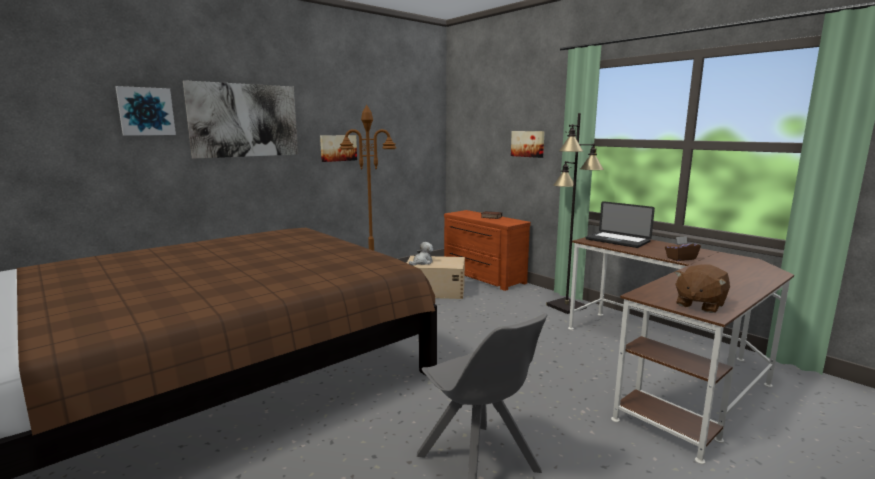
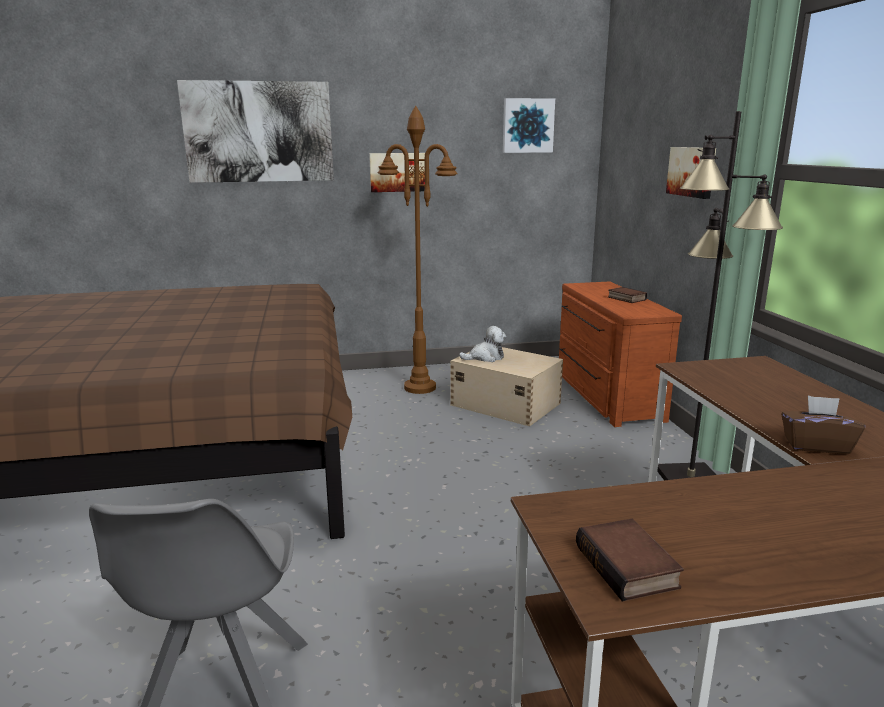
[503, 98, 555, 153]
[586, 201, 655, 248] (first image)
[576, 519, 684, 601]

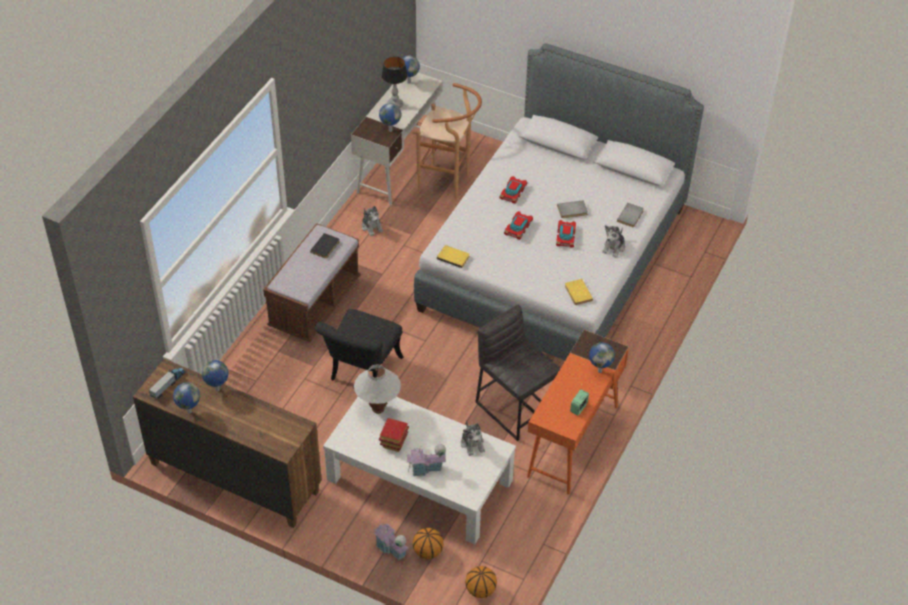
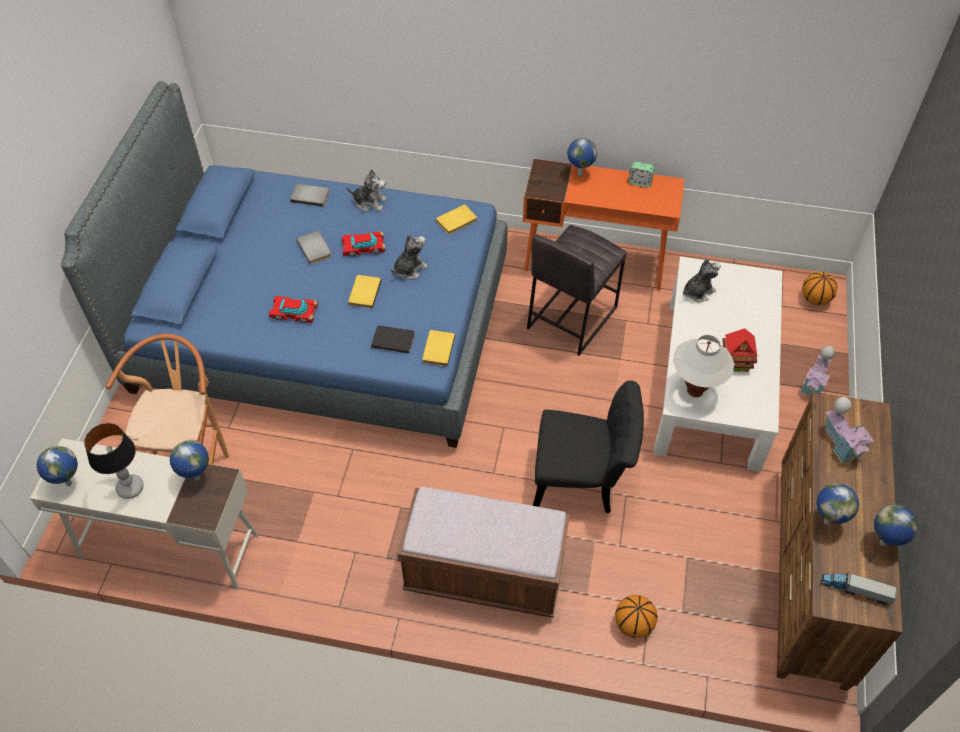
[371, 325, 415, 353]
[391, 234, 428, 280]
[824, 397, 874, 465]
[615, 595, 658, 638]
[61, 81, 508, 448]
[348, 275, 381, 309]

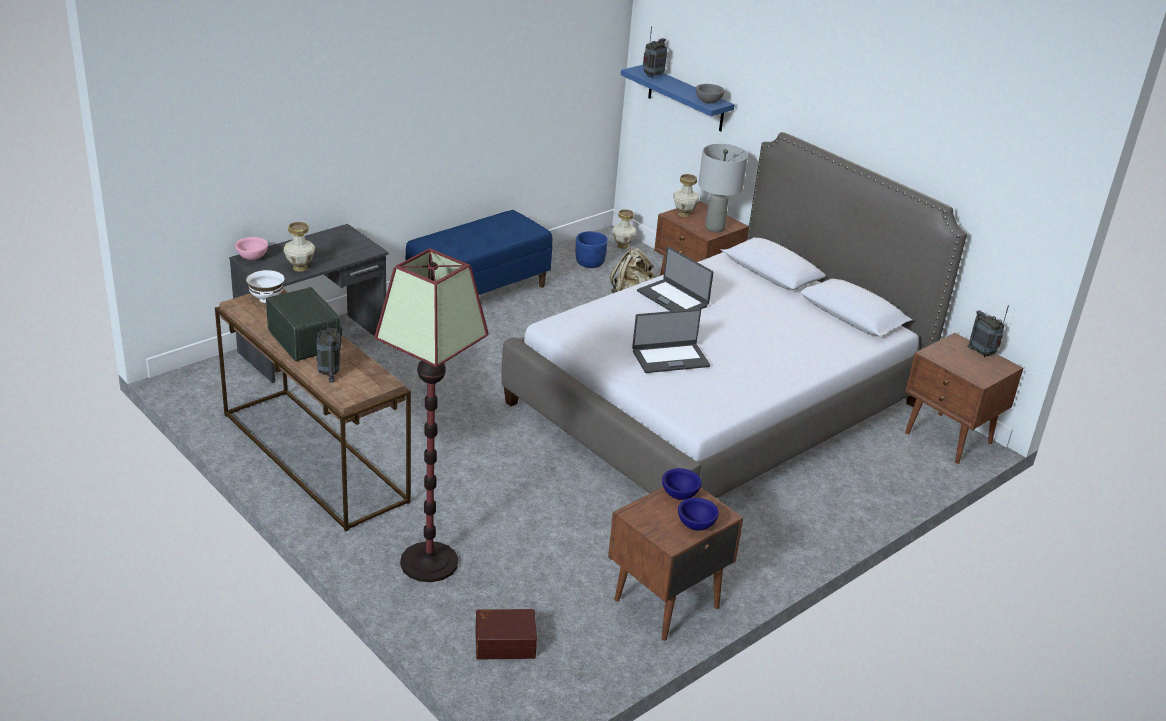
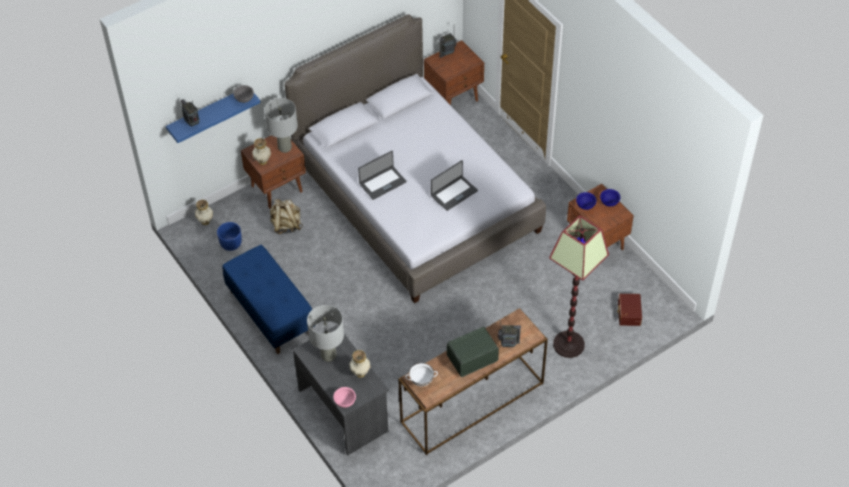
[431, 160, 478, 211]
[307, 305, 344, 362]

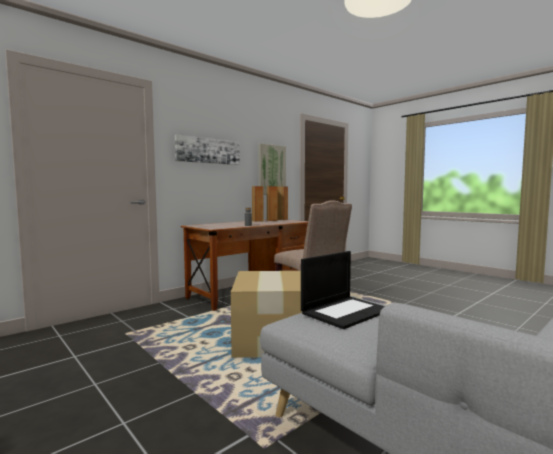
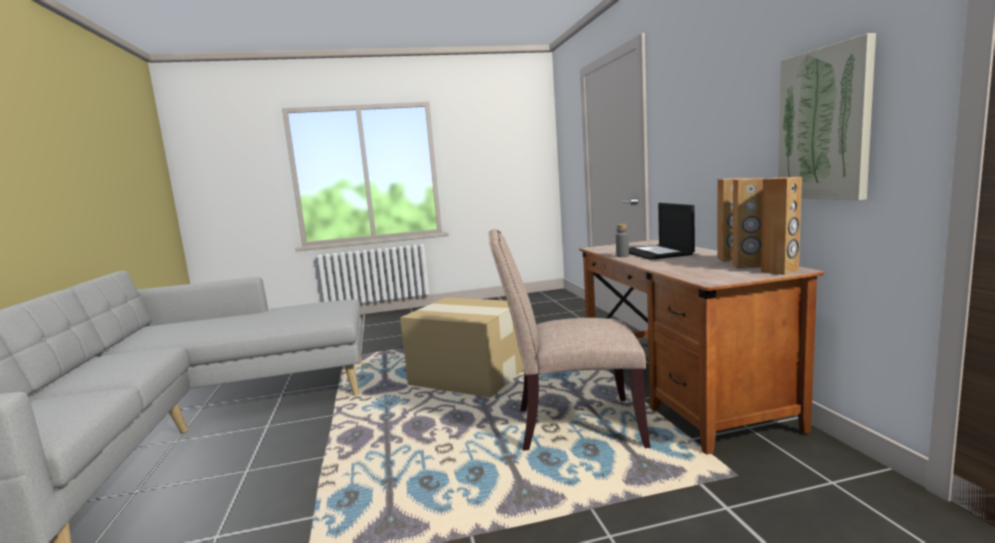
[175, 135, 240, 165] (first image)
[629, 203, 695, 260]

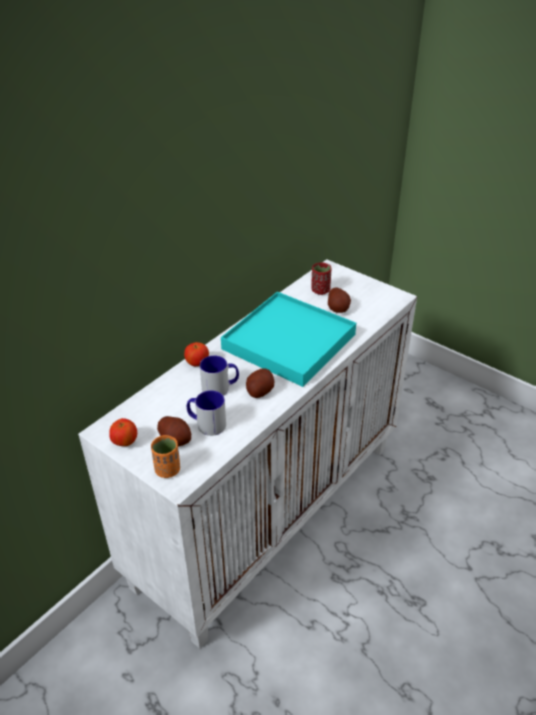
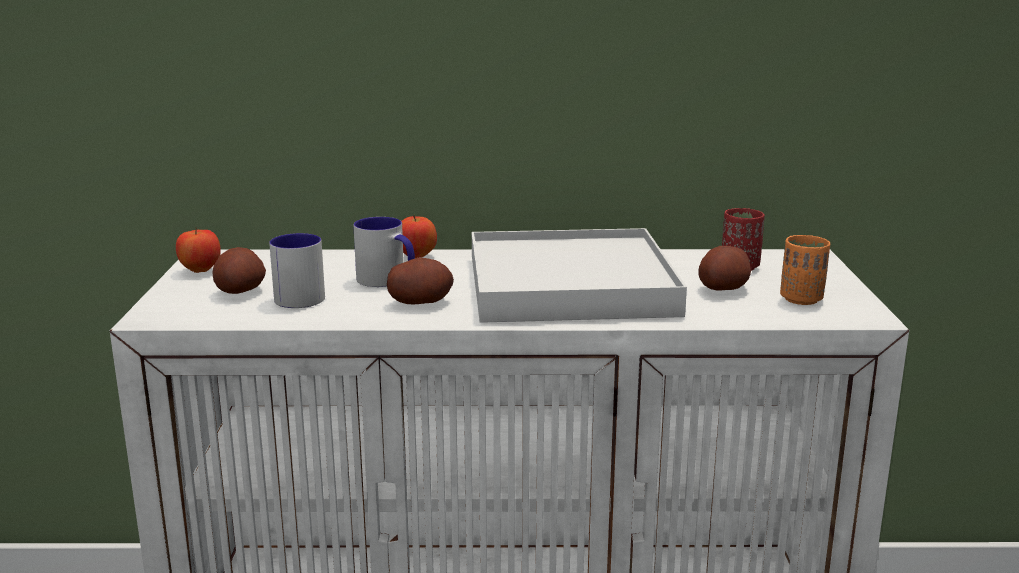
[780, 234, 830, 305]
[472, 228, 687, 323]

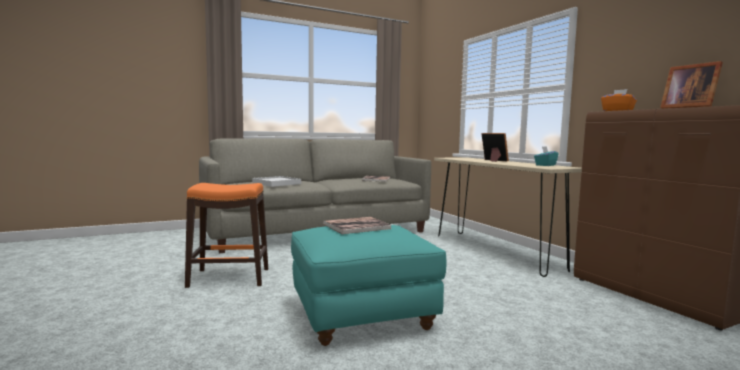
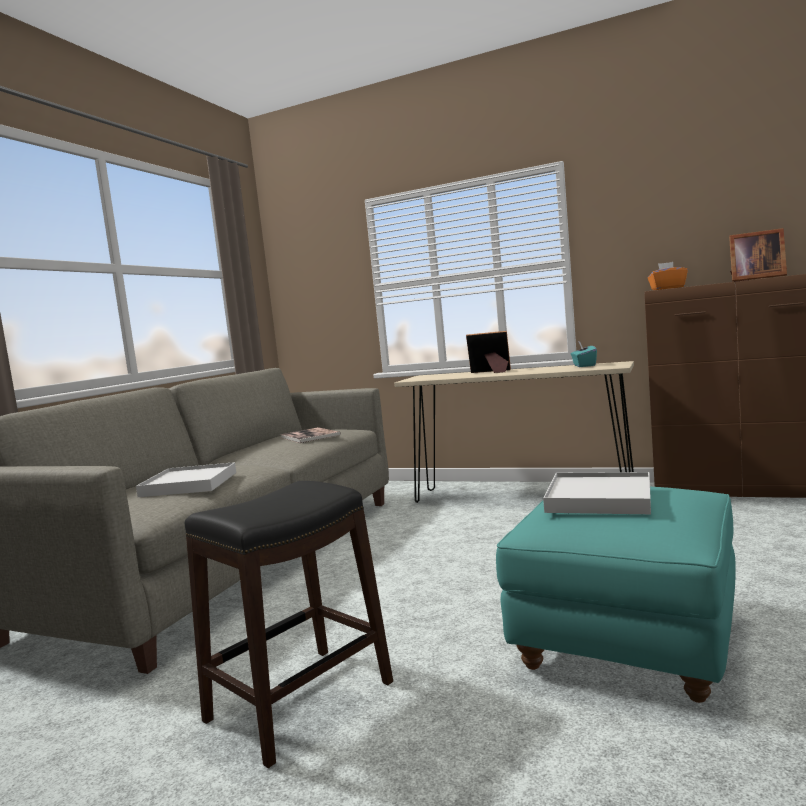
[185, 481, 393, 768]
[543, 472, 651, 514]

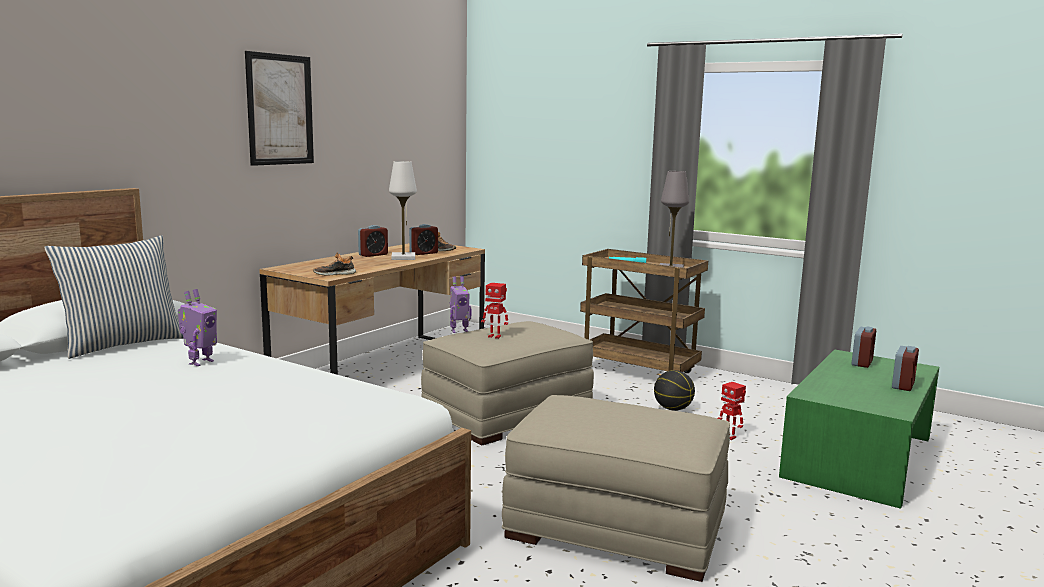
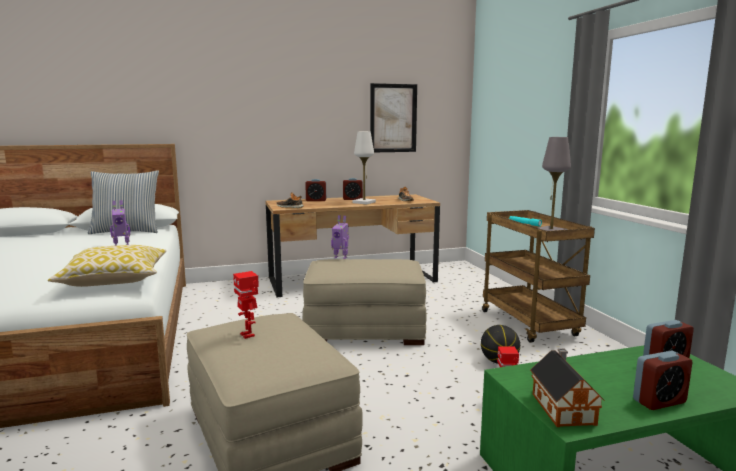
[370, 83, 417, 152]
[305, 179, 326, 201]
[233, 271, 259, 339]
[48, 245, 166, 287]
[530, 349, 605, 427]

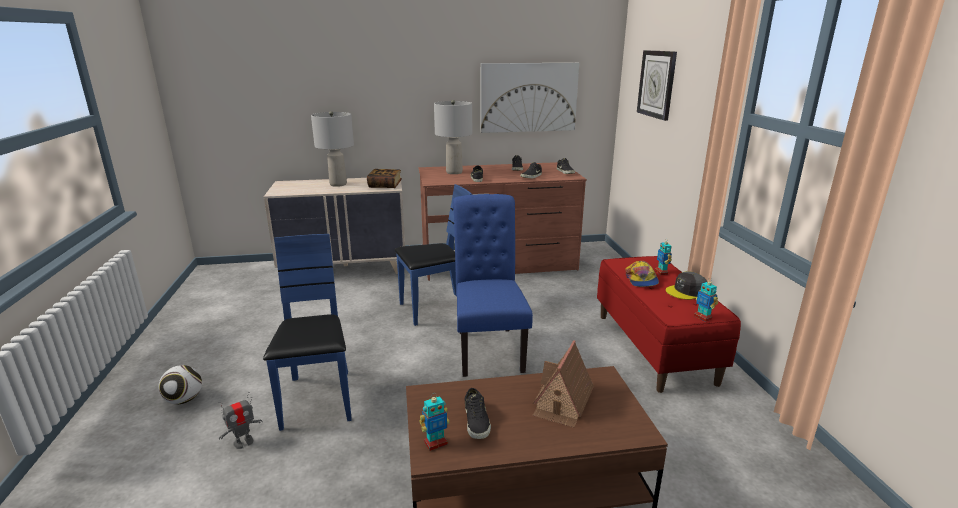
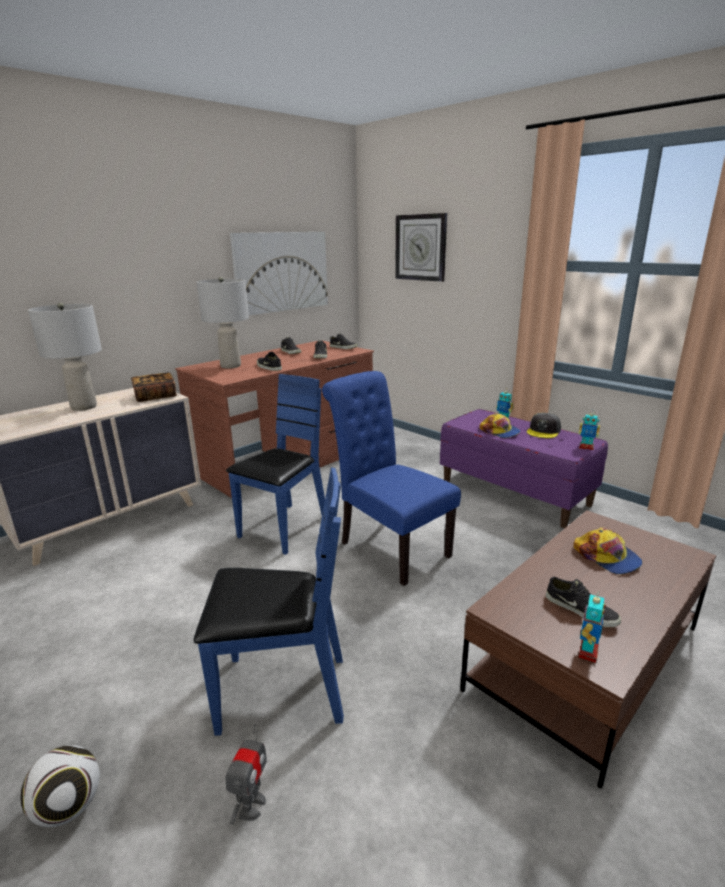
[194, 467, 344, 736]
[574, 527, 643, 574]
[440, 409, 608, 528]

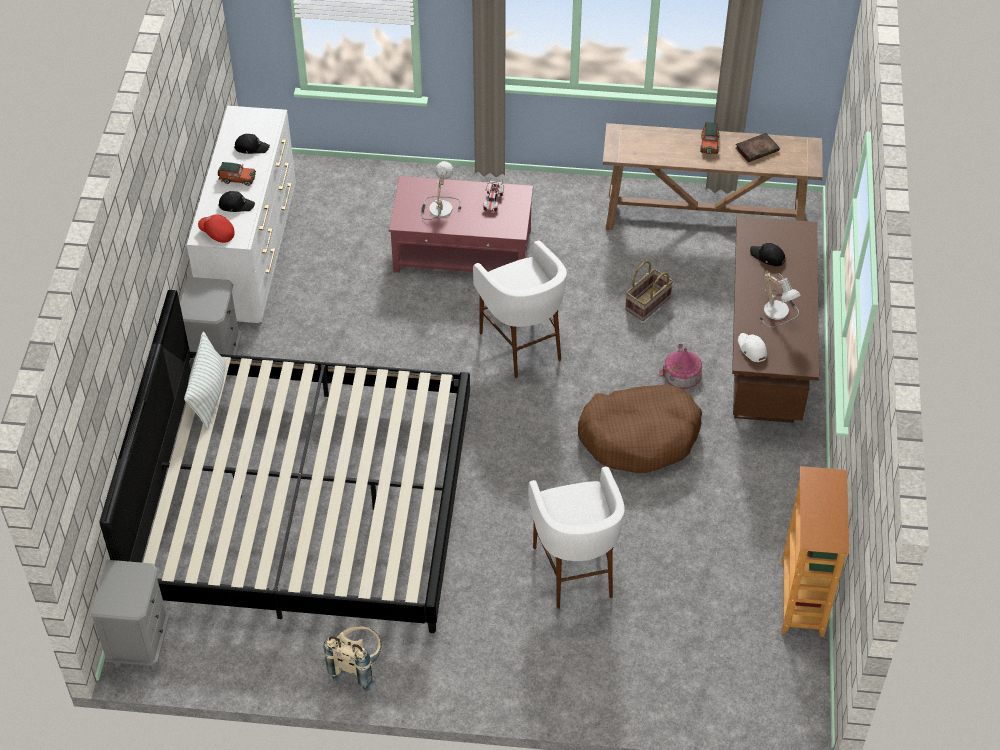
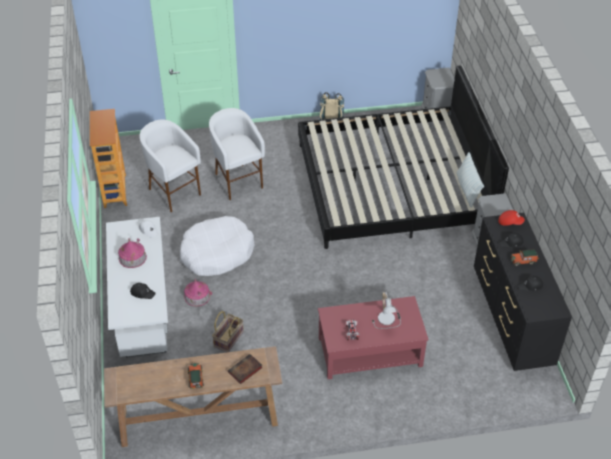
[474, 213, 572, 371]
[140, 119, 201, 212]
[180, 216, 255, 276]
[106, 217, 168, 358]
[228, 354, 263, 384]
[118, 238, 147, 268]

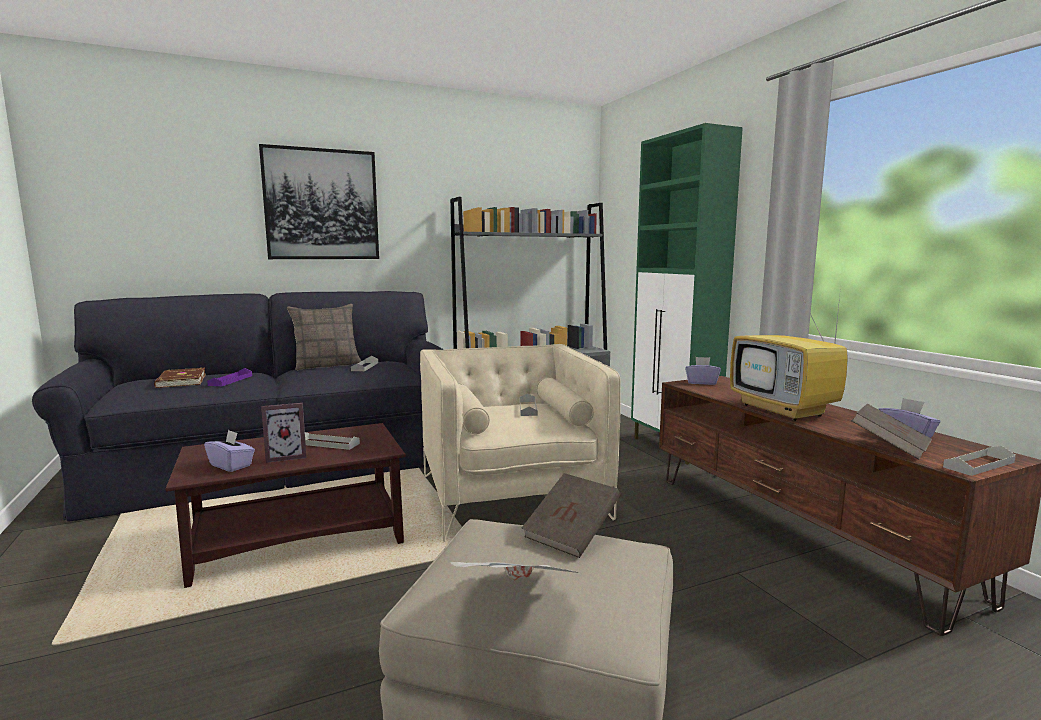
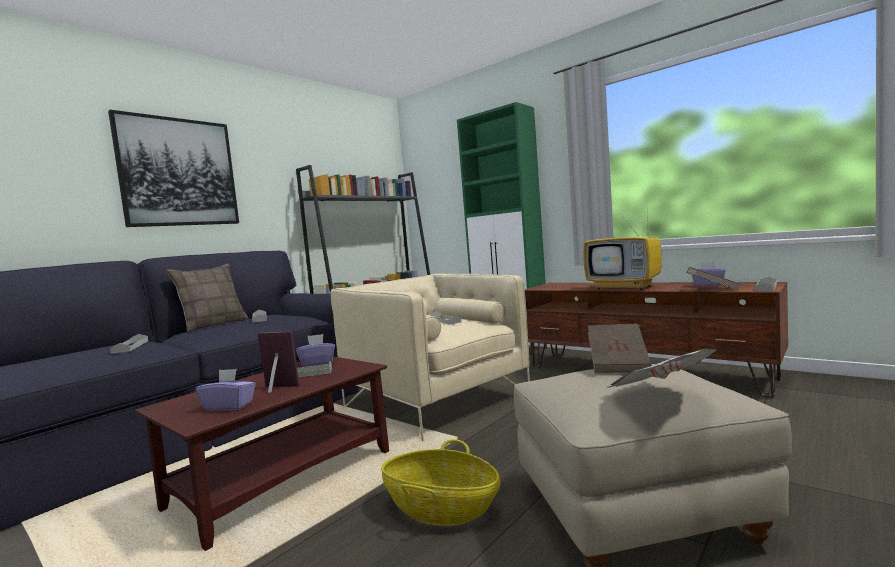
[154, 368, 206, 388] (first image)
[110, 334, 148, 354]
[258, 331, 300, 393]
[296, 334, 335, 367]
[381, 439, 501, 526]

